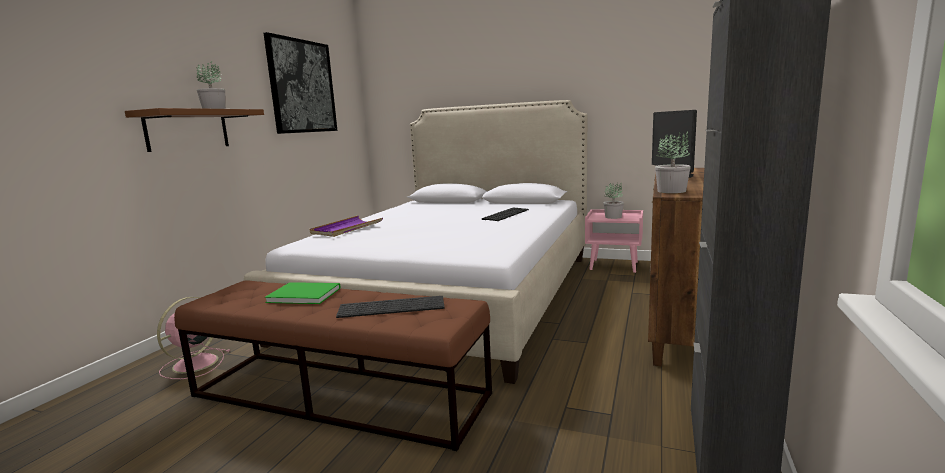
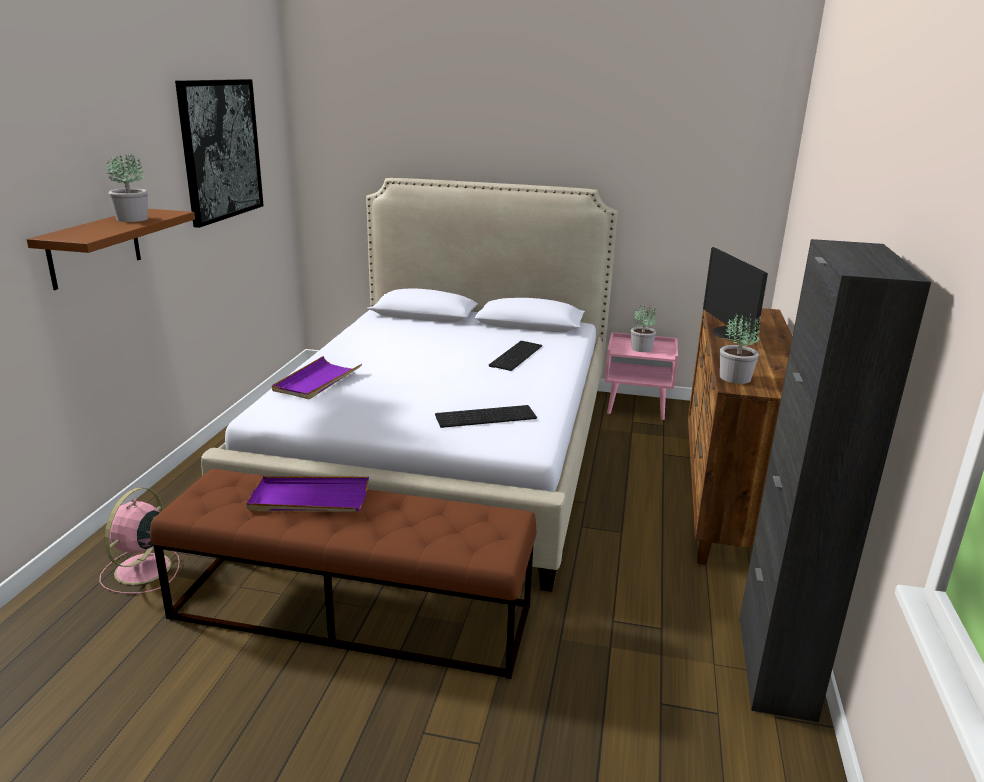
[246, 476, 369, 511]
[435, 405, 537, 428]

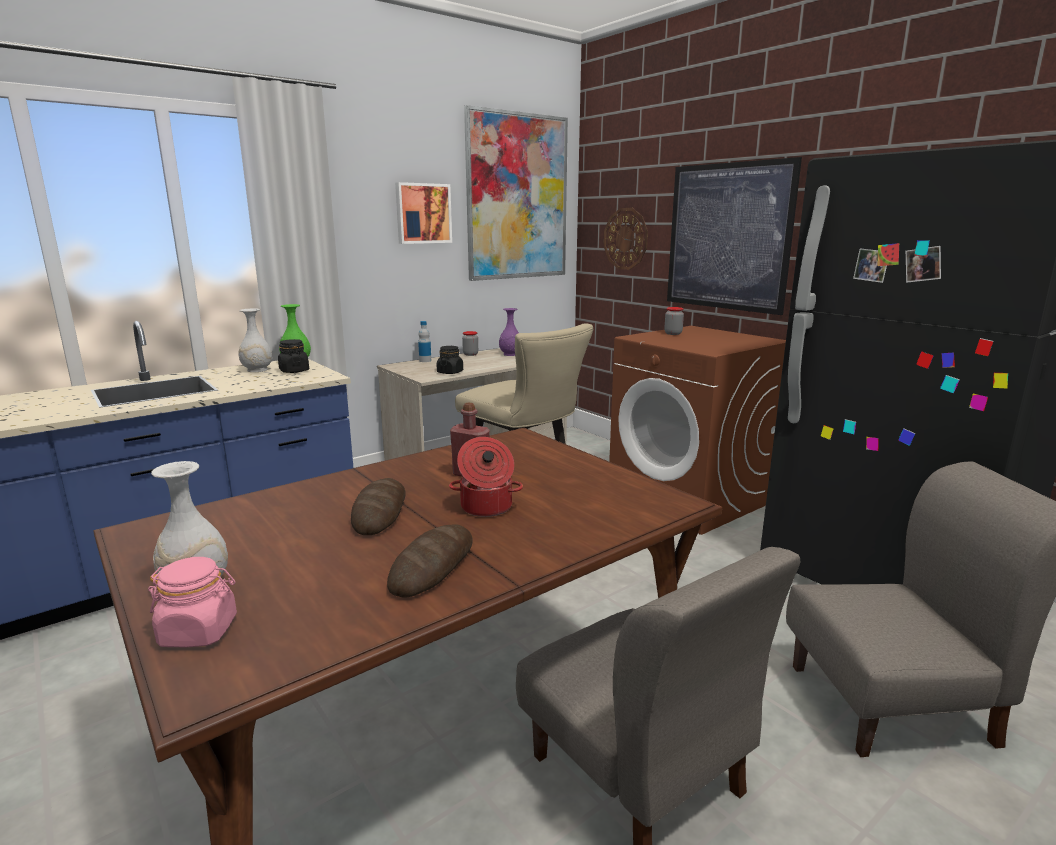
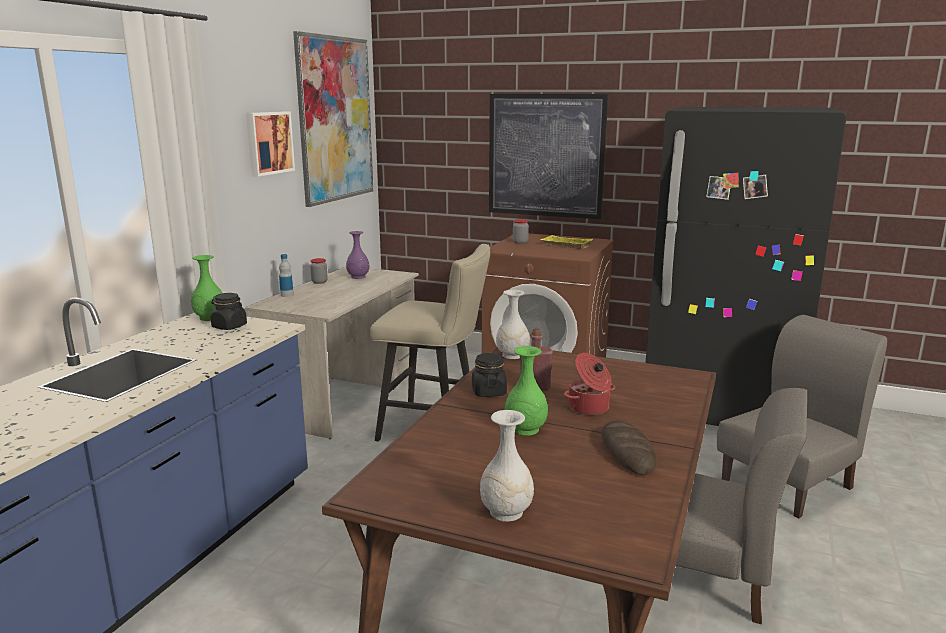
[148, 557, 237, 647] (first image)
[496, 290, 530, 359]
[505, 346, 548, 436]
[472, 353, 507, 397]
[604, 208, 648, 270] (first image)
[540, 235, 593, 249]

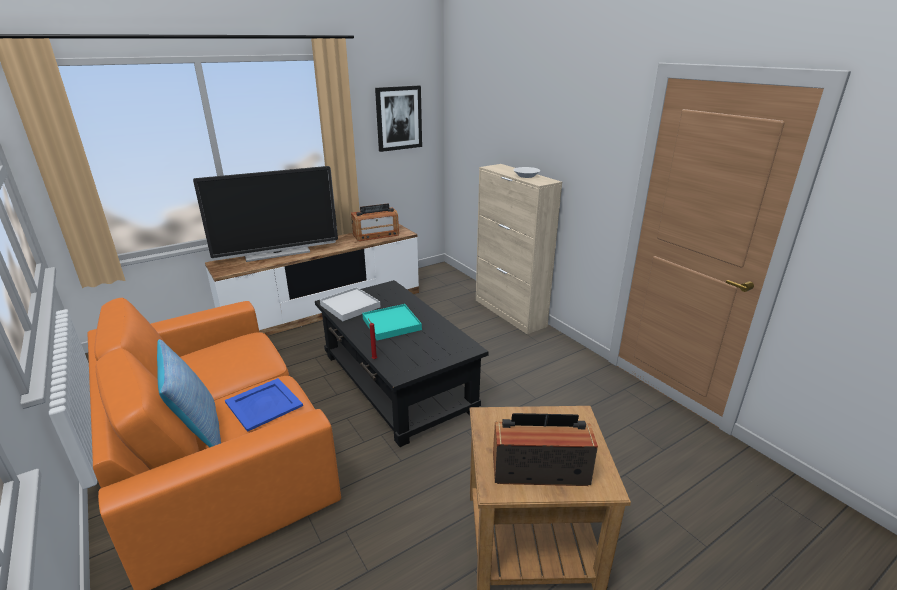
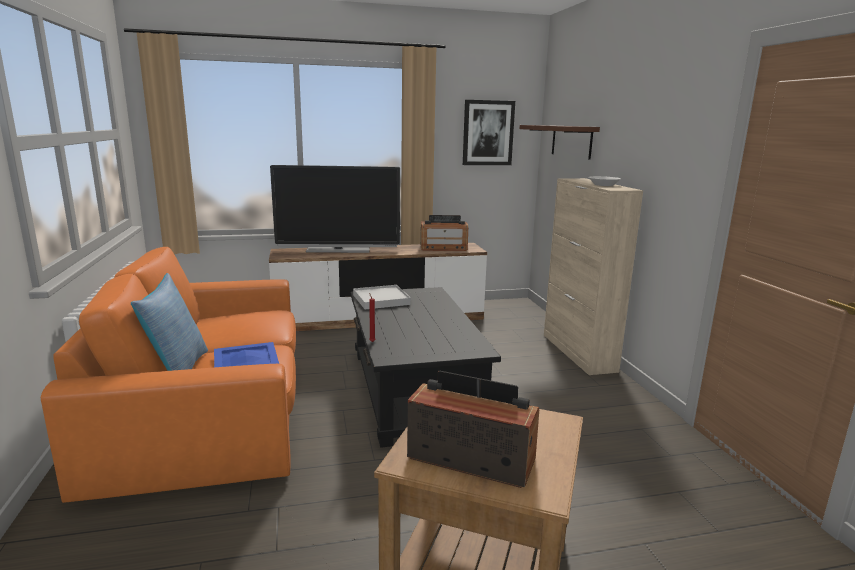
[362, 304, 422, 341] (first image)
[520, 125, 600, 160]

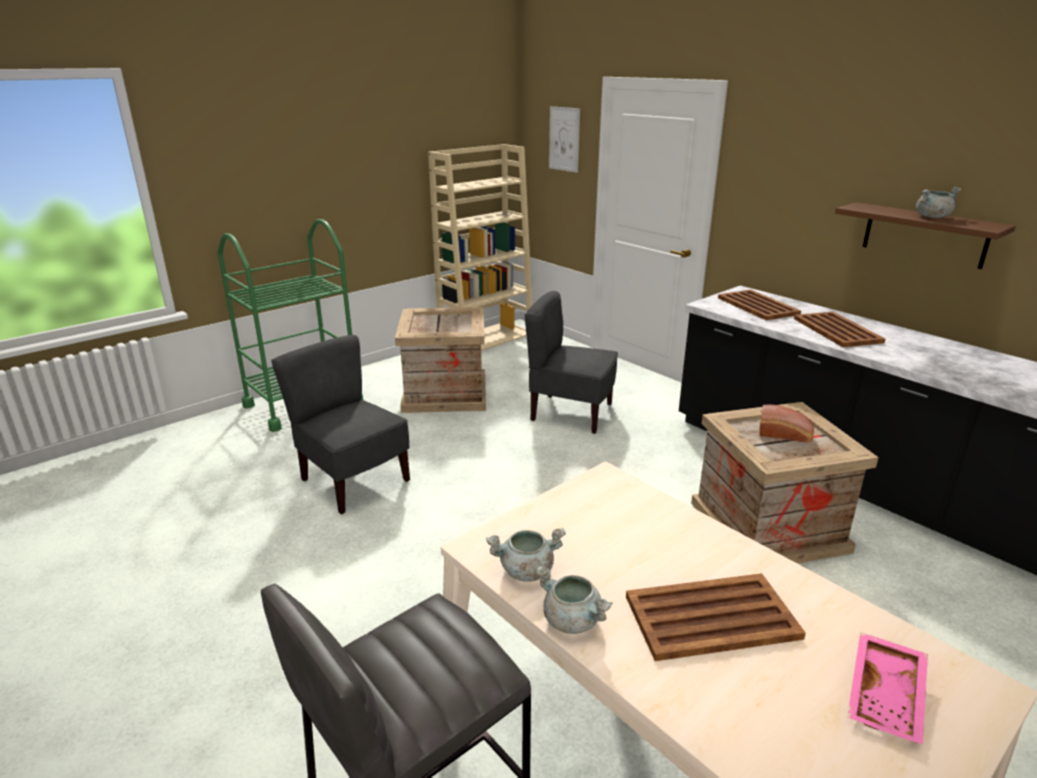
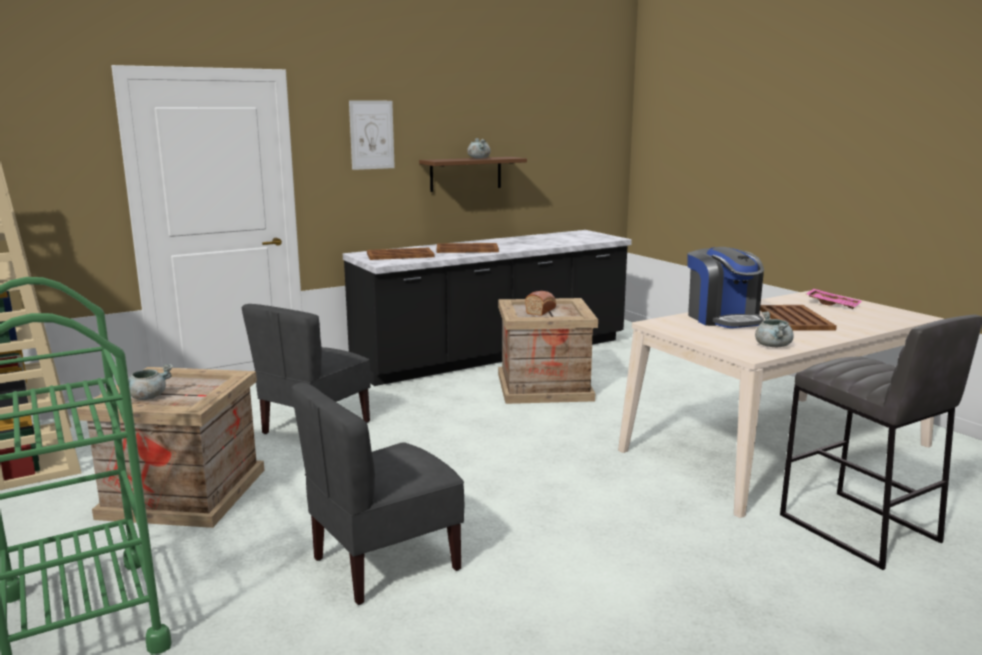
[129, 364, 173, 400]
[349, 100, 395, 170]
[688, 247, 764, 328]

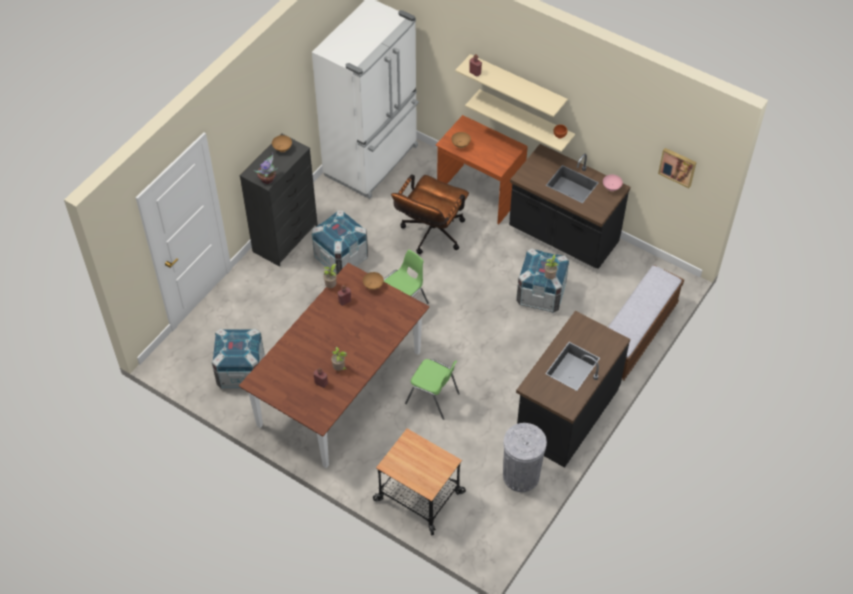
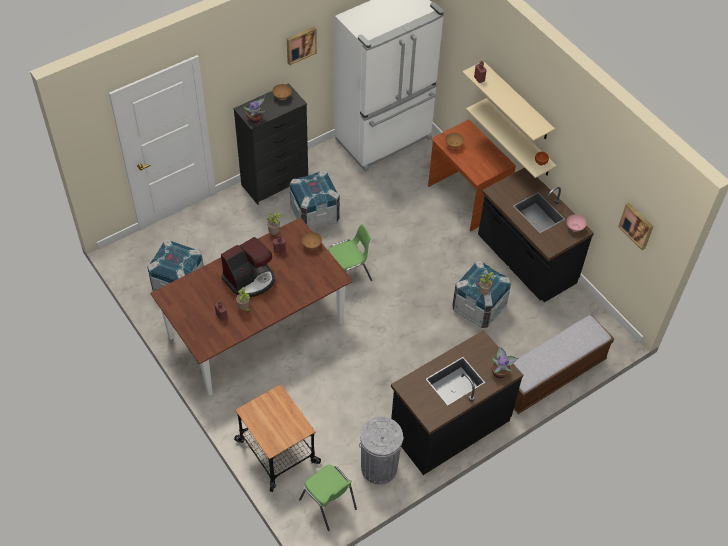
[391, 174, 469, 254] (first image)
[299, 464, 357, 531]
[221, 237, 275, 297]
[287, 27, 317, 65]
[491, 345, 519, 379]

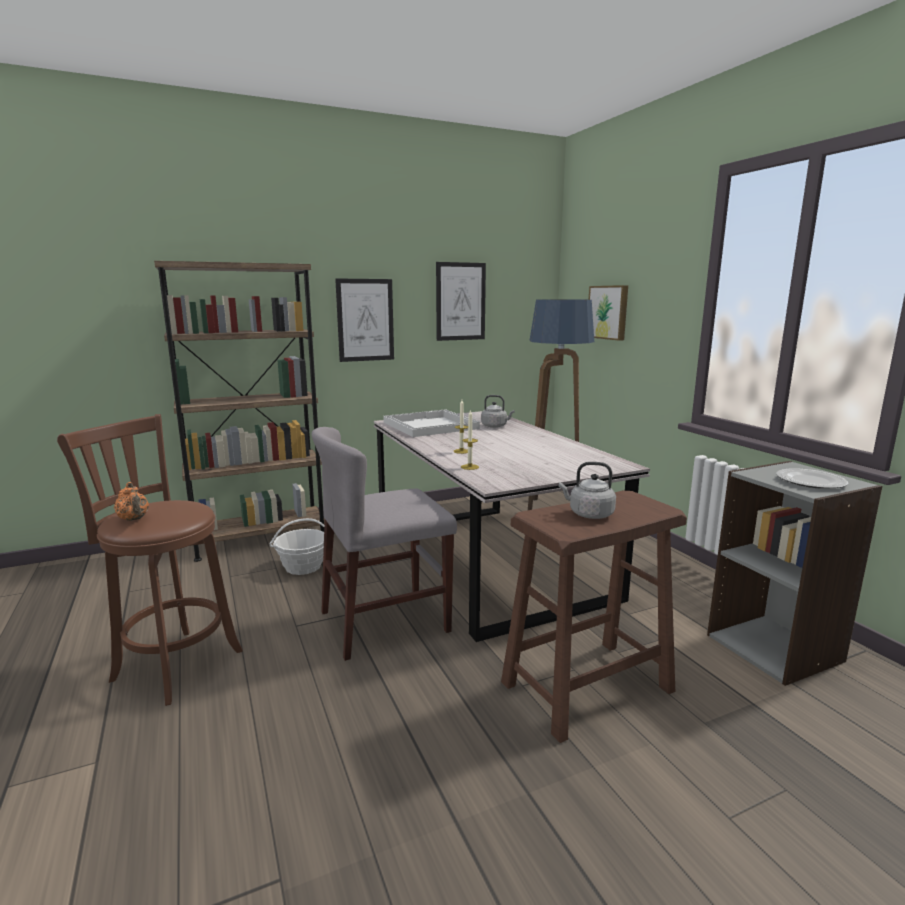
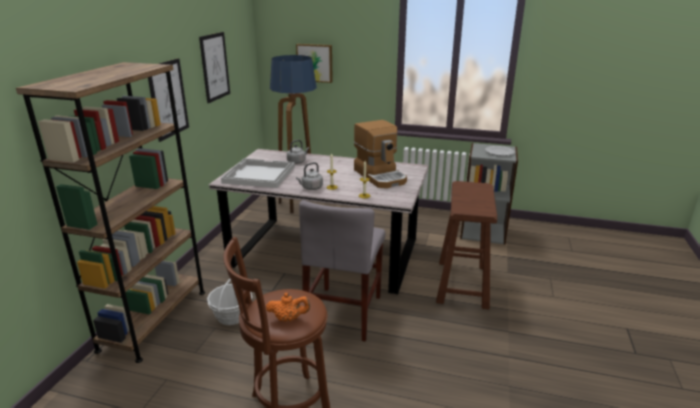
[296, 162, 323, 190]
[354, 120, 407, 188]

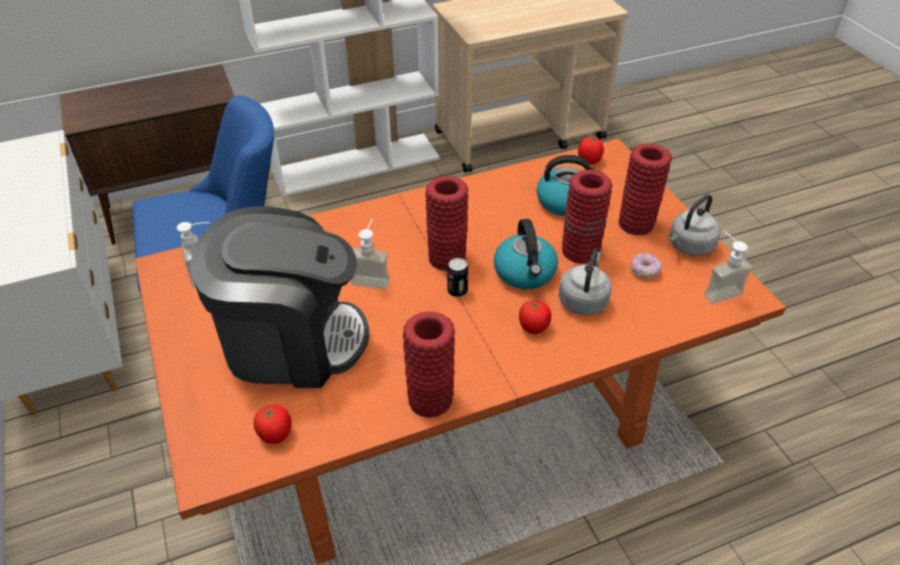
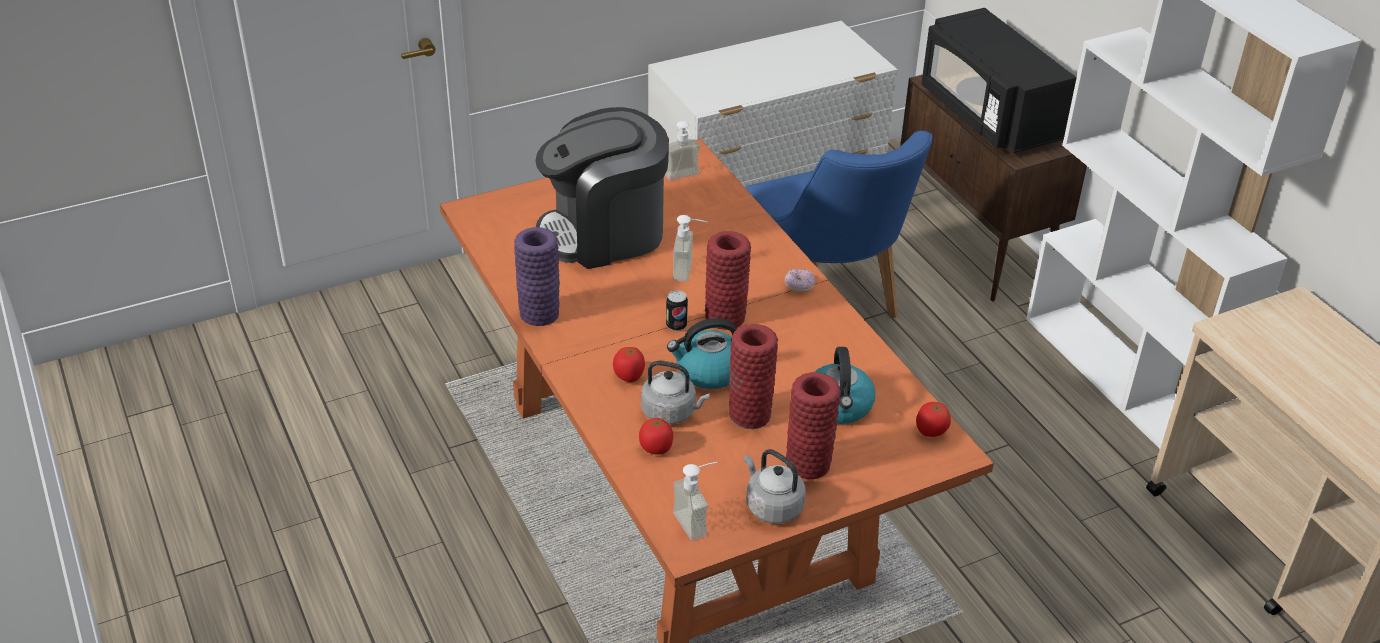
[535, 107, 669, 269]
[639, 418, 673, 455]
[514, 227, 560, 326]
[785, 269, 815, 292]
[922, 8, 1077, 153]

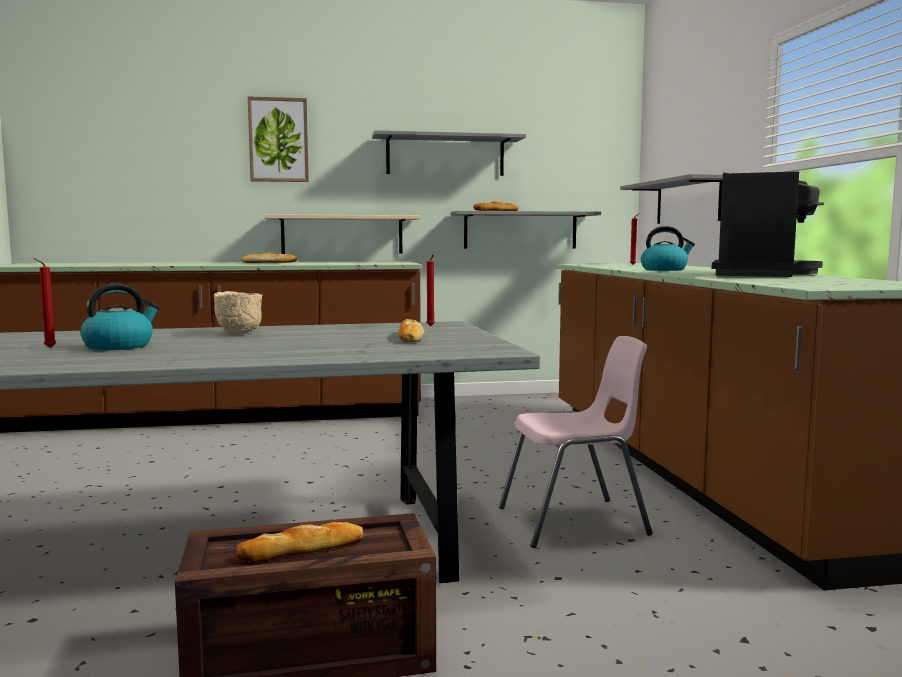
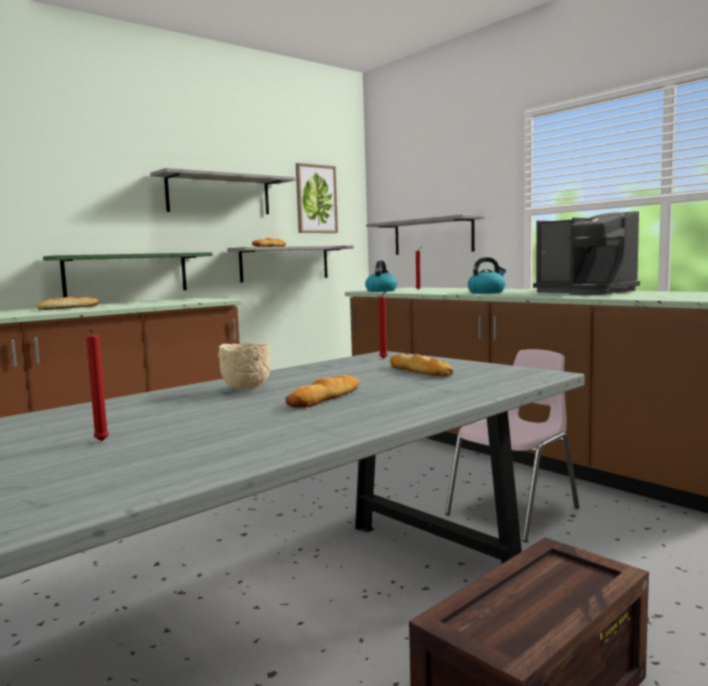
[365, 260, 397, 292]
[285, 375, 360, 408]
[296, 163, 338, 233]
[43, 252, 213, 297]
[533, 211, 640, 295]

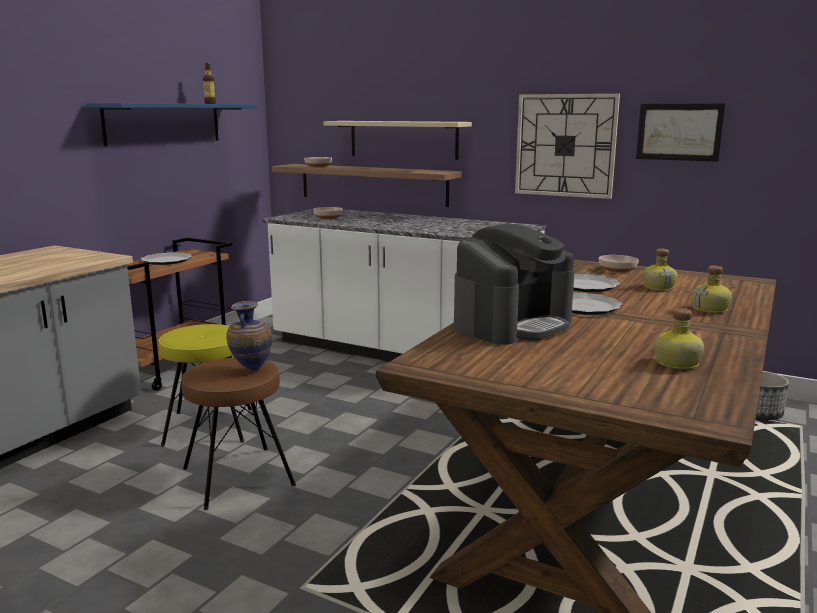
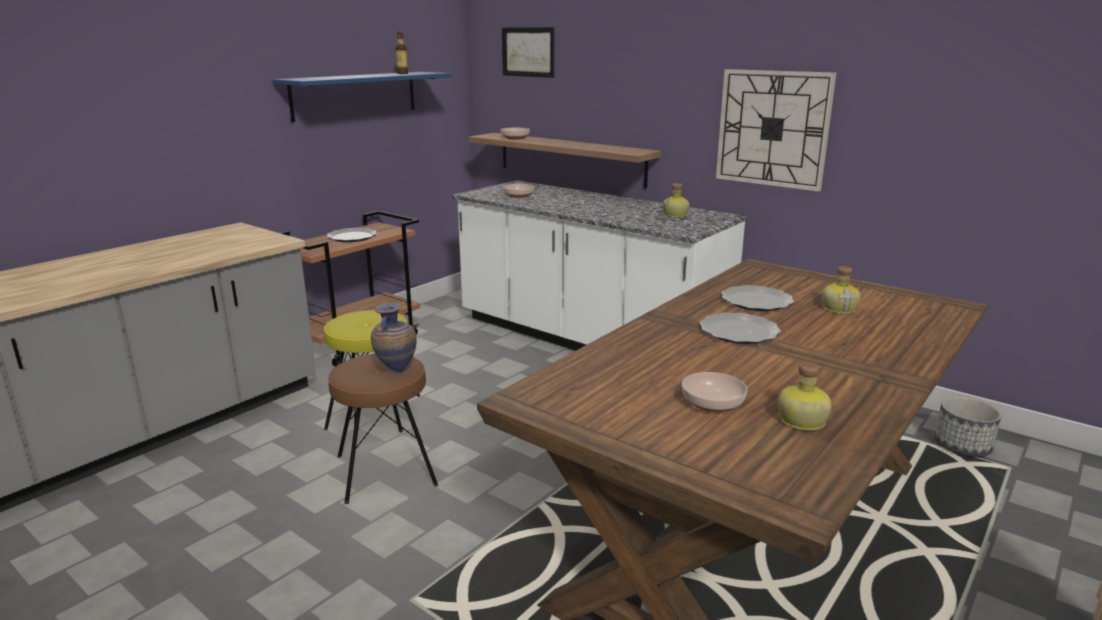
[323, 121, 472, 160] (first image)
[454, 224, 575, 345] (first image)
[682, 372, 747, 412]
[502, 27, 554, 78]
[663, 183, 689, 218]

